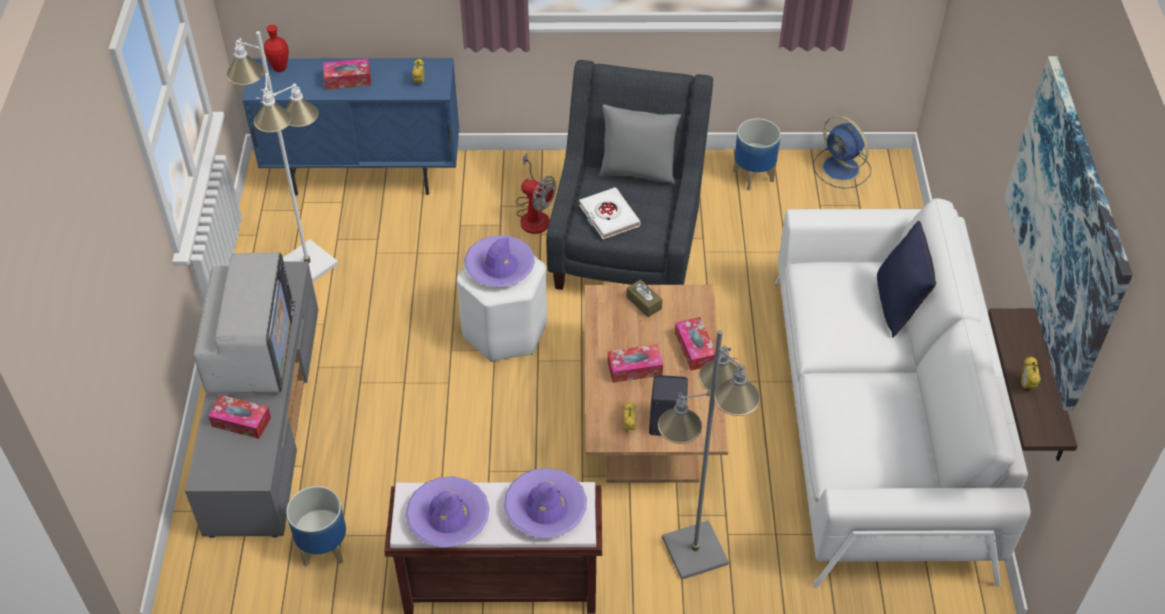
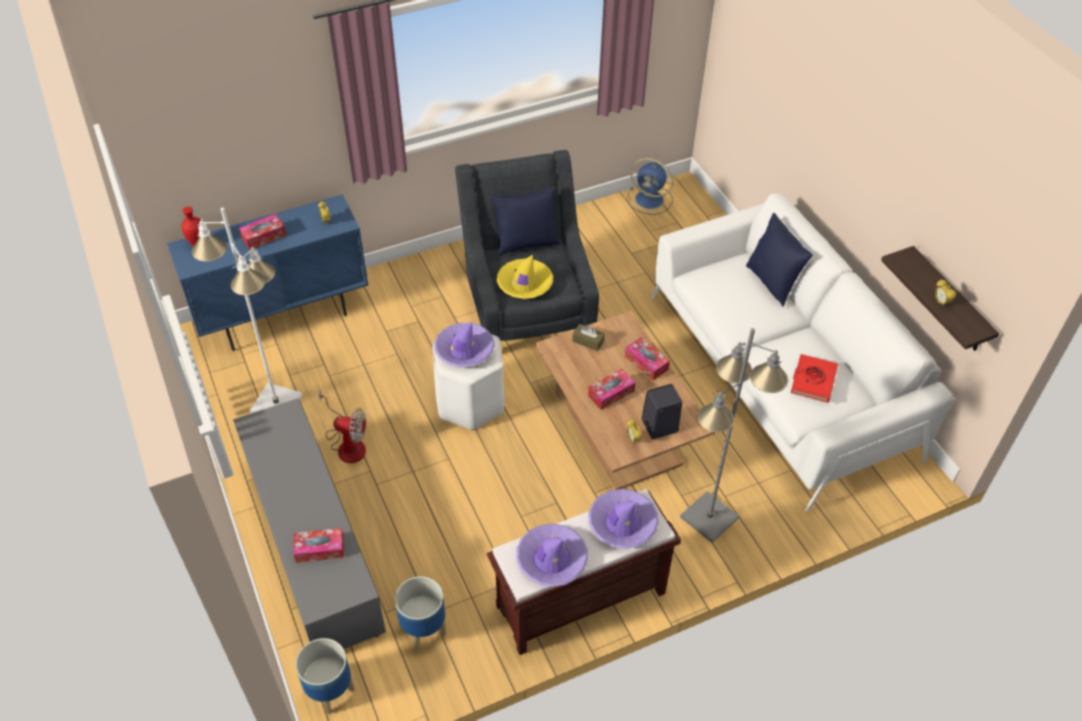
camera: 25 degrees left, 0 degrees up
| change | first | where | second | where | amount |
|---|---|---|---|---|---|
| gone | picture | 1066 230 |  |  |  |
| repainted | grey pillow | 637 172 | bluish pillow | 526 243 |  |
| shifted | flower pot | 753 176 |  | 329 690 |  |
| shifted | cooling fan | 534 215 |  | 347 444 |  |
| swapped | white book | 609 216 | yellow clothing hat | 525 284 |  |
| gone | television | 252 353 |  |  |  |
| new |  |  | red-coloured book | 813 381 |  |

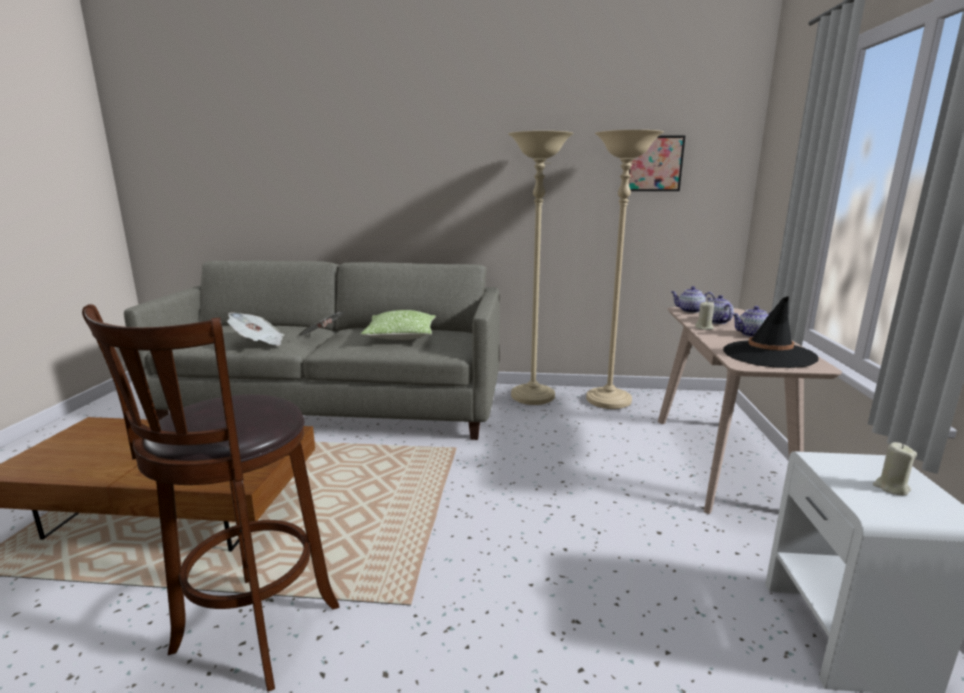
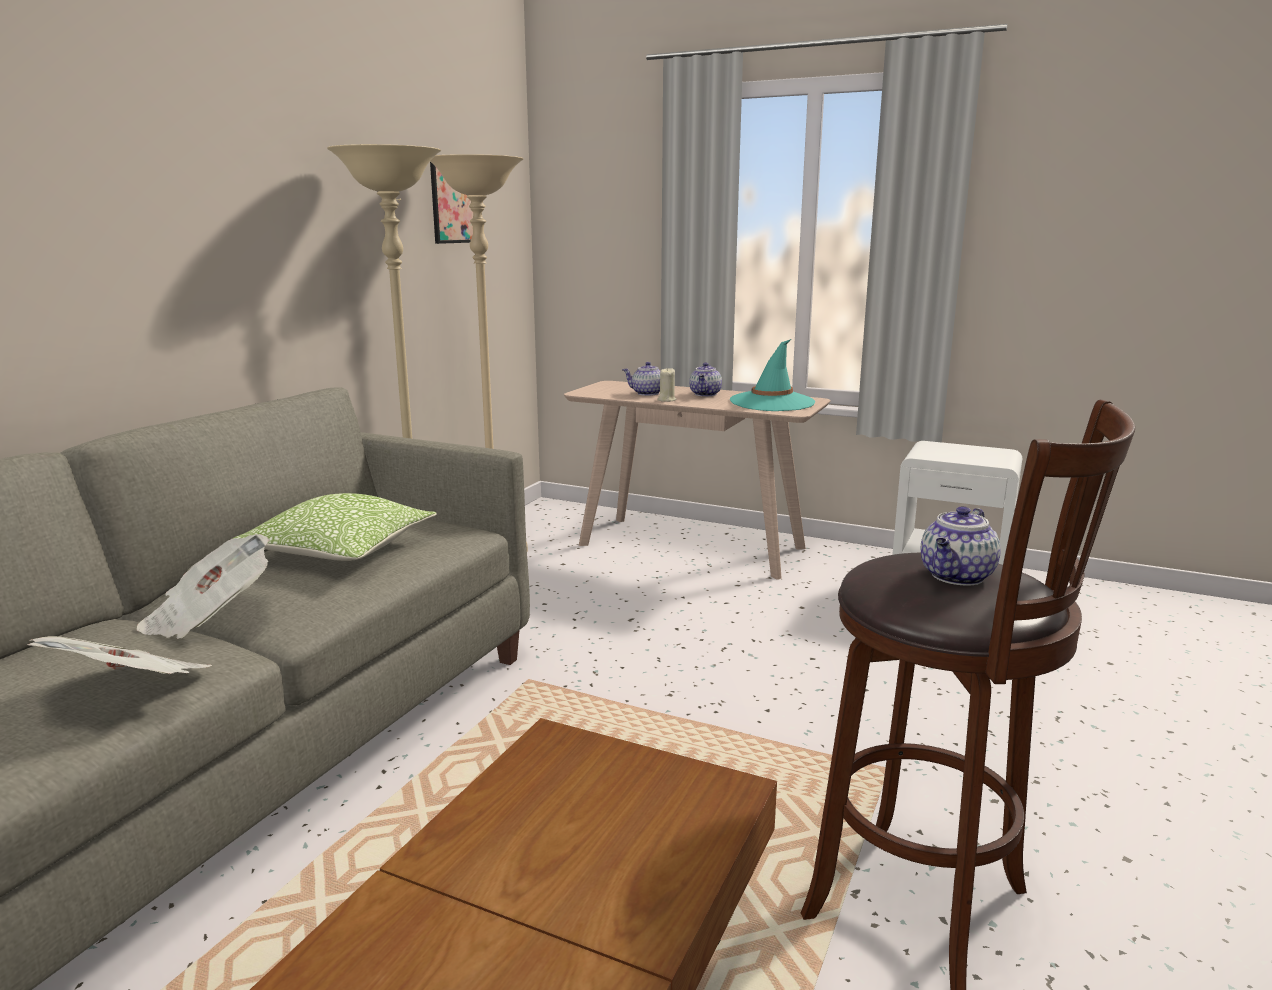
camera: 70 degrees left, 0 degrees up
| change | first | where | second | where | amount |
|---|---|---|---|---|---|
| shifted | teapot | 690 311 |  | 957 577 |  |
| repainted | black clothing hat | 768 355 | turquoise-coloured clothing hat | 772 402 |  |
| gone | sand-coloured candle | 891 488 |  |  |  |

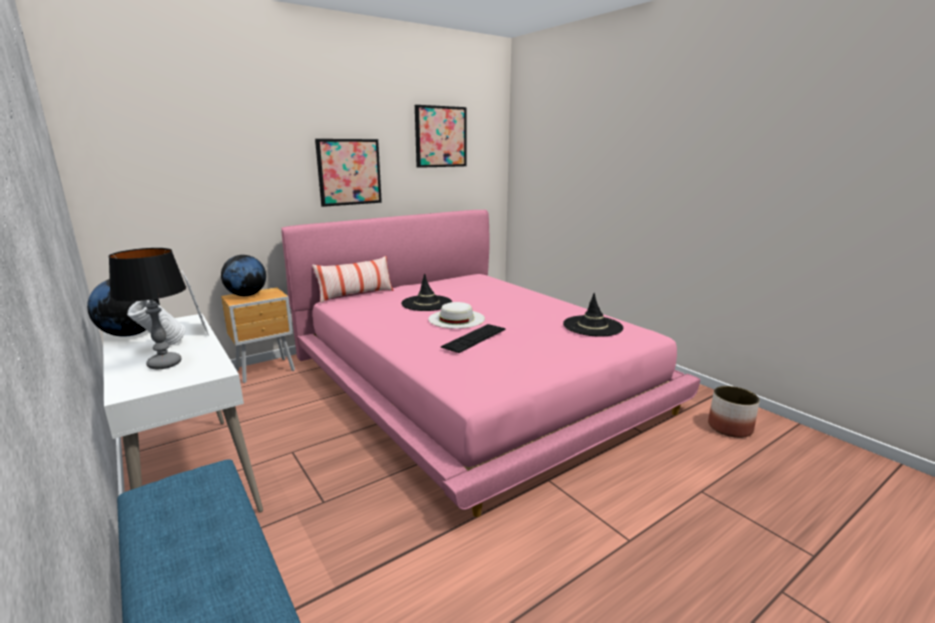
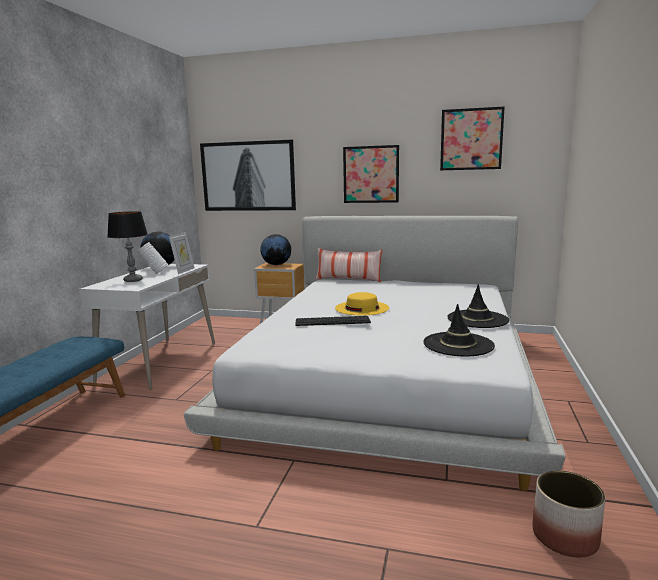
camera: 50 degrees right, 5 degrees down
| change | first | where | second | where | amount |
|---|---|---|---|---|---|
| repainted | pink bedroom bed | 471 380 | white bedroom bed | 388 377 |  |
| shifted | black clothing hat | 426 303 |  | 477 319 |  |
| repainted | white clothing hat | 456 319 | yellow clothing hat | 362 308 |  |
| new |  |  | picture | 248 176 |  |

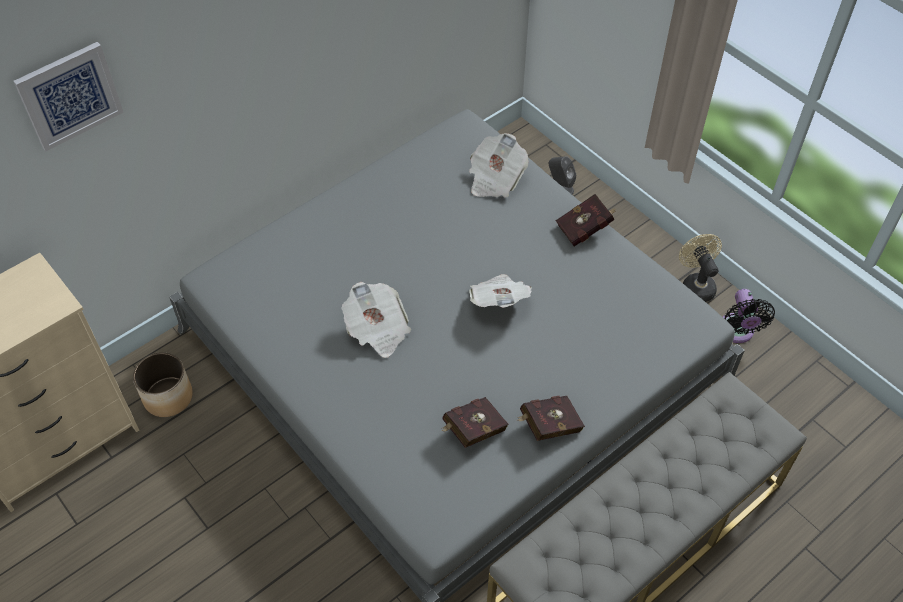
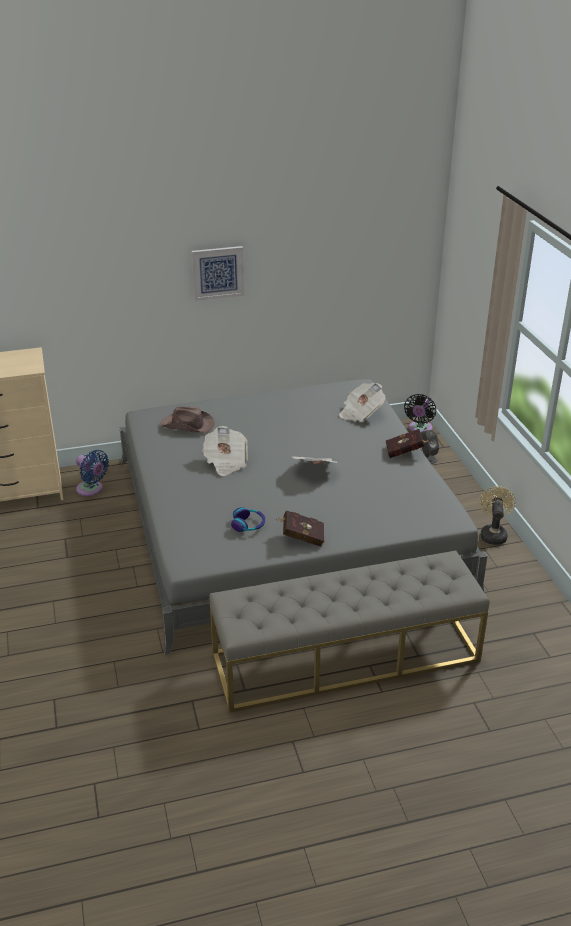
camera: 25 degrees right, 20 degrees down
| change | first | where | second | where | amount |
|---|---|---|---|---|---|
| shifted | picture | 69 95 |  | 217 272 |  |
| shifted | black cooling fan | 737 332 |  | 419 429 |  |
| swapped | flower pot | 168 397 | bluish cooling fan | 91 489 |  |
| swapped | red-coloured book | 472 430 | pair of headphones | 248 525 |  |
| new |  |  | brownish clothing hat | 188 425 |  |

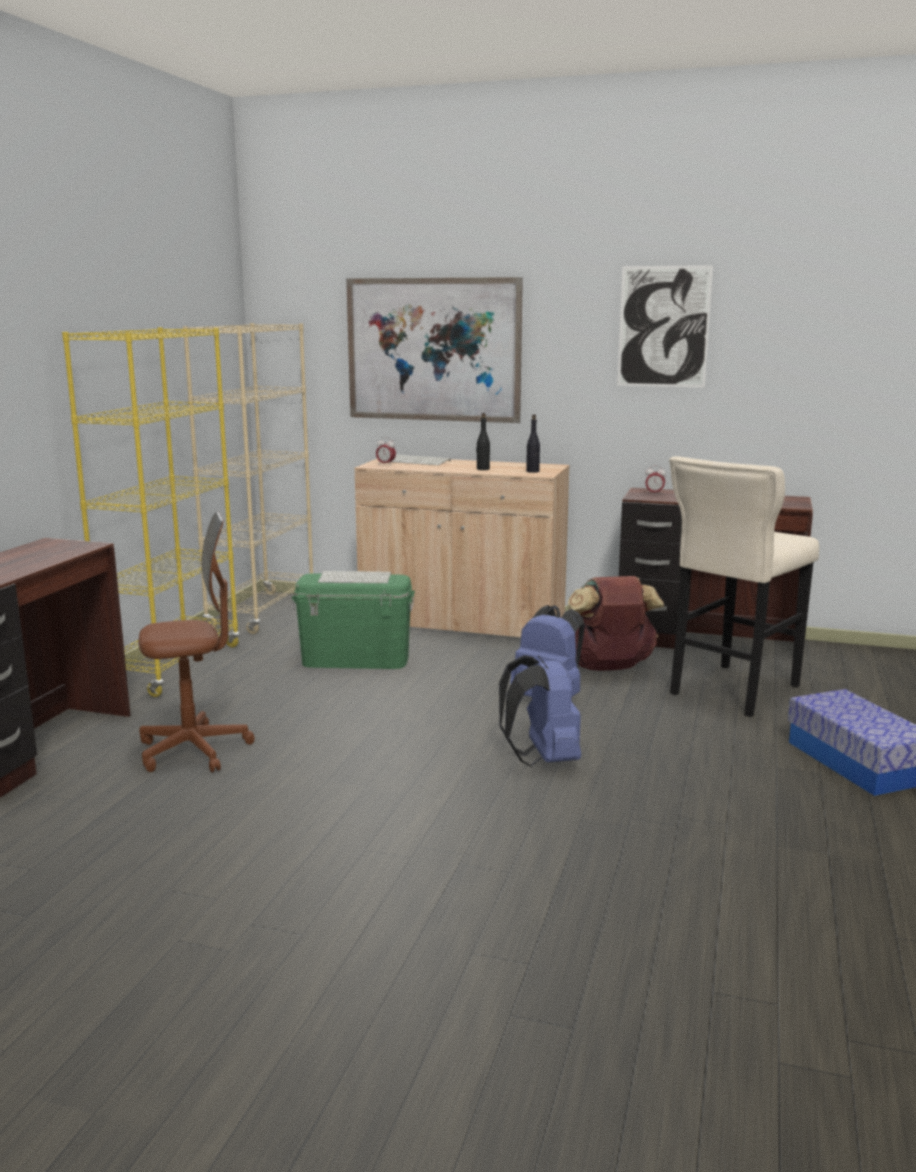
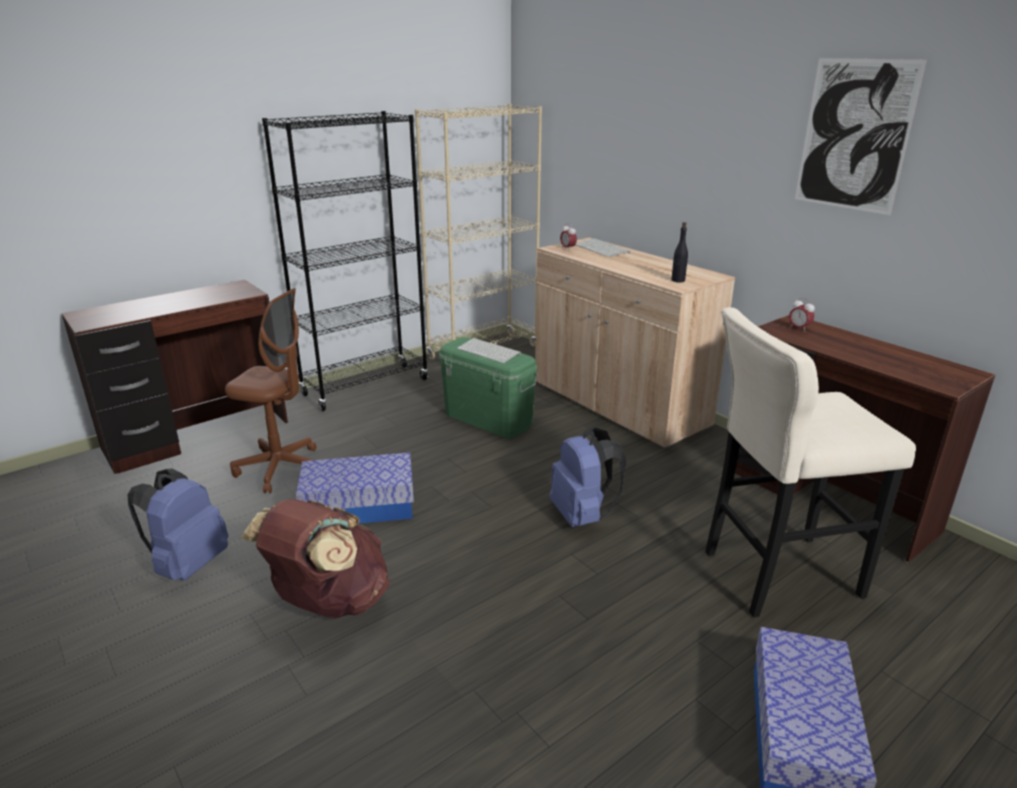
camera: 35 degrees right, 10 degrees up
| change | first | where | second | where | amount |
|---|---|---|---|---|---|
| gone | picture | 433 350 |  |  |  |
| repainted | yellow shelving unit | 173 667 | black shelving unit | 365 387 |  |
| gone | black bottle | 482 469 |  |  |  |
| shifted | brownish backpack | 606 668 |  | 328 603 |  |
| shifted | bluish backpack | 542 759 |  | 188 565 |  |
| new |  |  | storage bin | 359 507 |  |

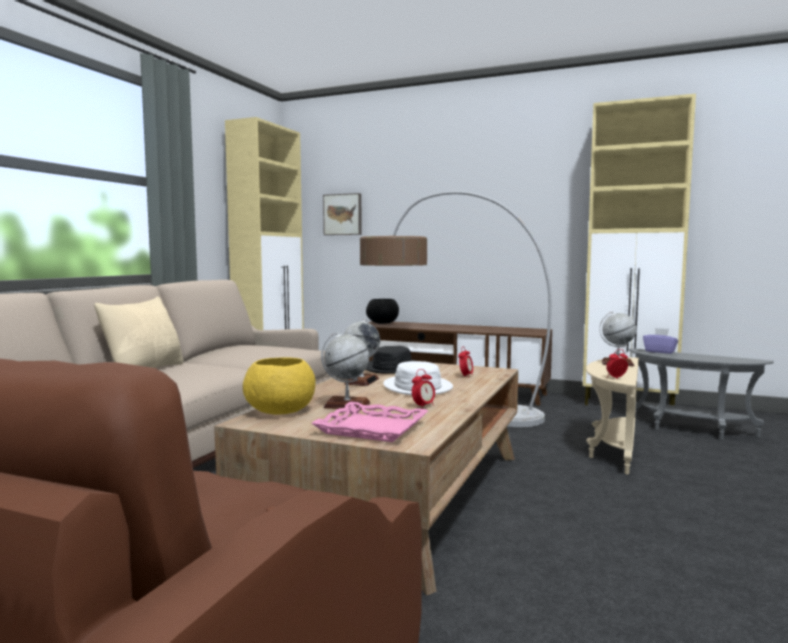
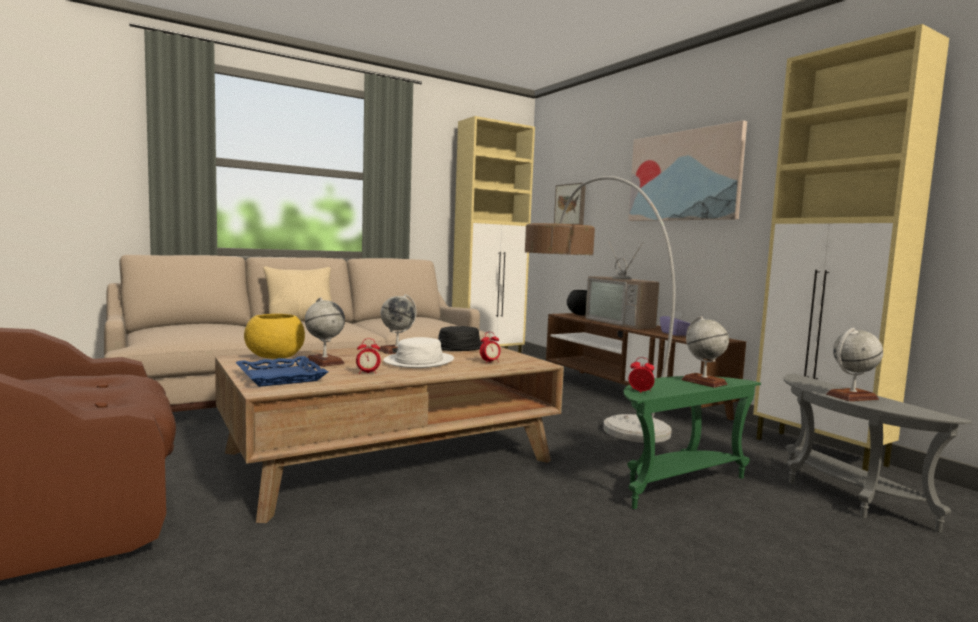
camera: 35 degrees right, 0 degrees up
| change | first | where | second | where | amount |
|---|---|---|---|---|---|
| shifted | purple-coloured tissue holder | 660 351 |  | 674 334 |  |
| repainted | sand-coloured side table | 612 449 | green-coloured side table | 676 484 |  |
| repainted | pink tray | 371 428 | bluish tray | 280 377 |  |
| new |  |  | picture | 684 176 |  |
| new |  |  | television | 623 323 |  |
| new |  |  | globe | 852 397 |  |

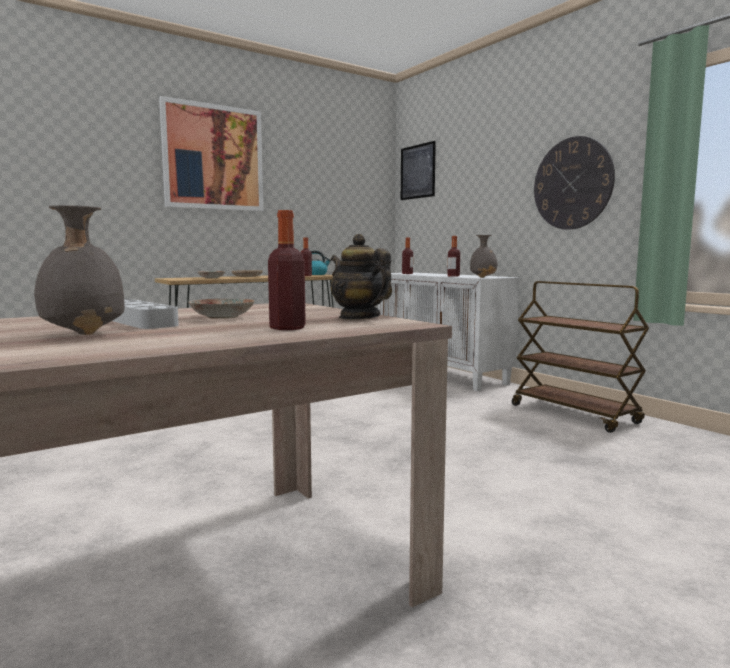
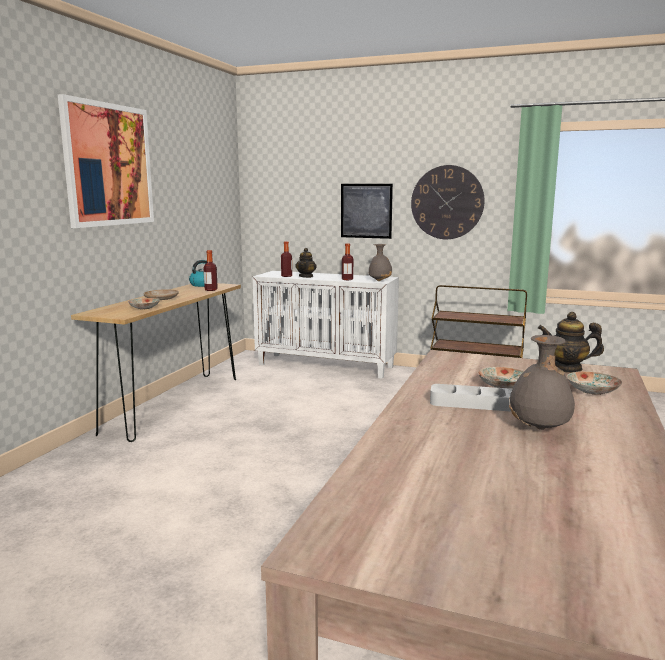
camera: 35 degrees left, 5 degrees up
| change | first | where | second | where | amount |
|---|---|---|---|---|---|
| shifted | picture | 417 171 |  | 366 211 |  |
| swapped | bottle | 287 328 | dinner plate | 592 391 |  |
| new |  |  | teapot | 306 276 |  |

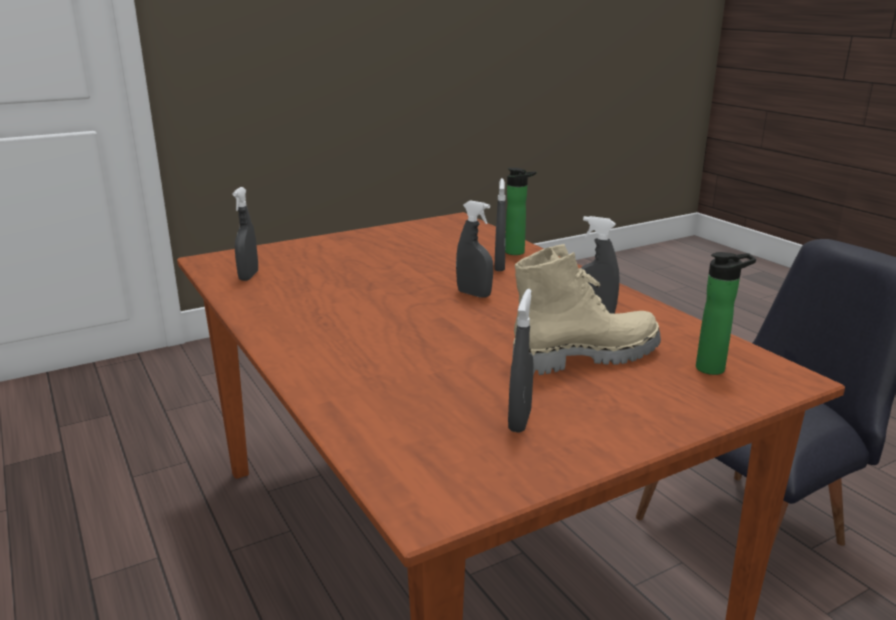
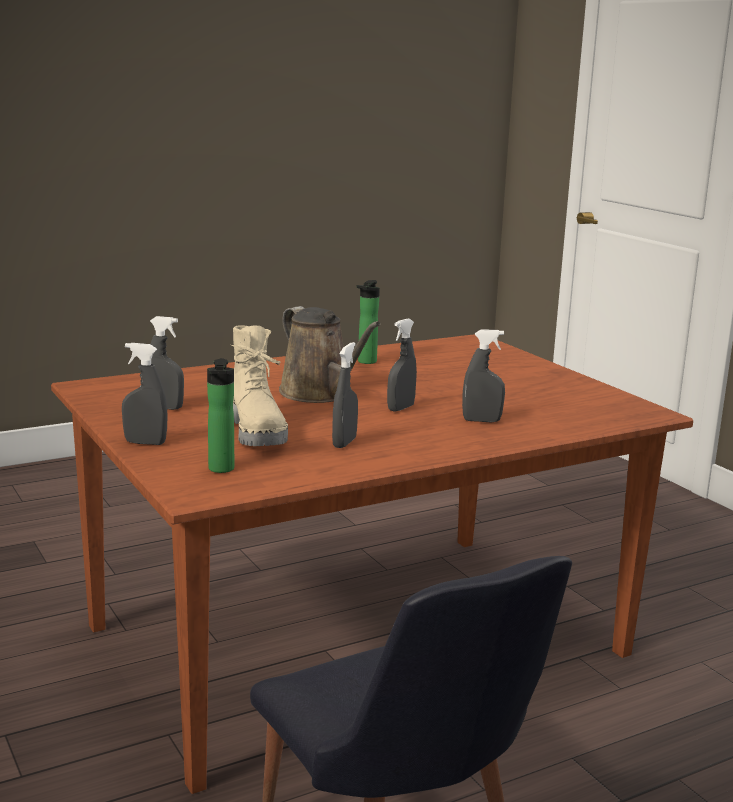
camera: 90 degrees right, 5 degrees down
| change | first | where | second | where | amount |
|---|---|---|---|---|---|
| shifted | bottle | 517 252 |  | 365 362 |  |
| shifted | grey sprayer | 248 276 |  | 145 443 |  |
| new |  |  | brownish watering can | 320 393 |  |

